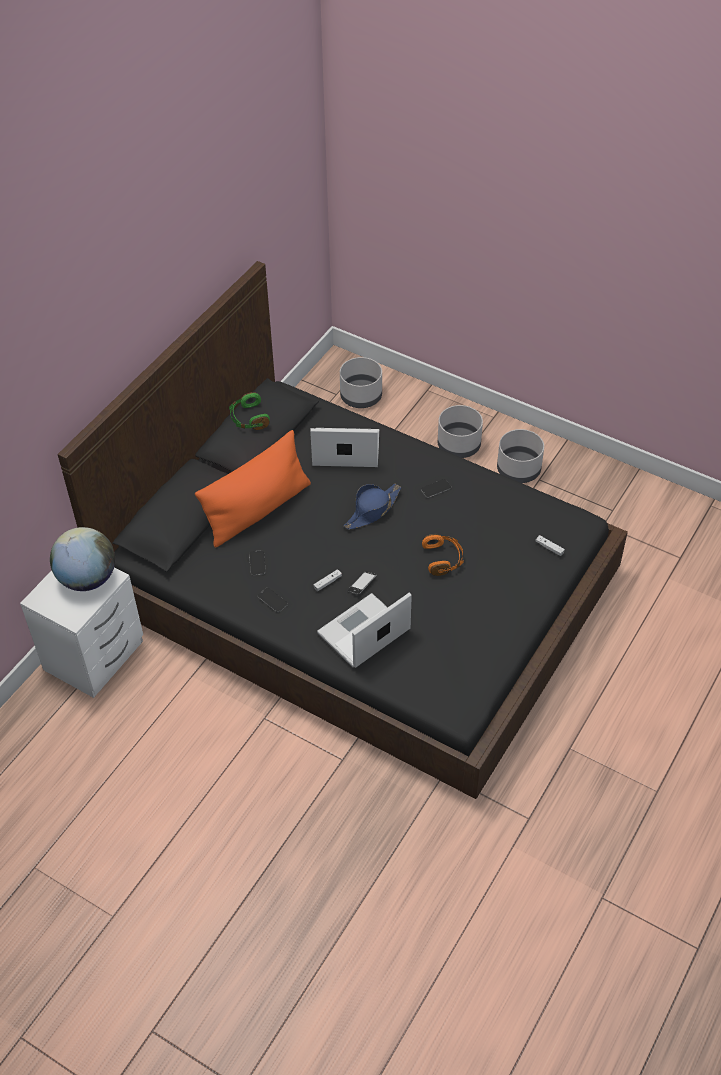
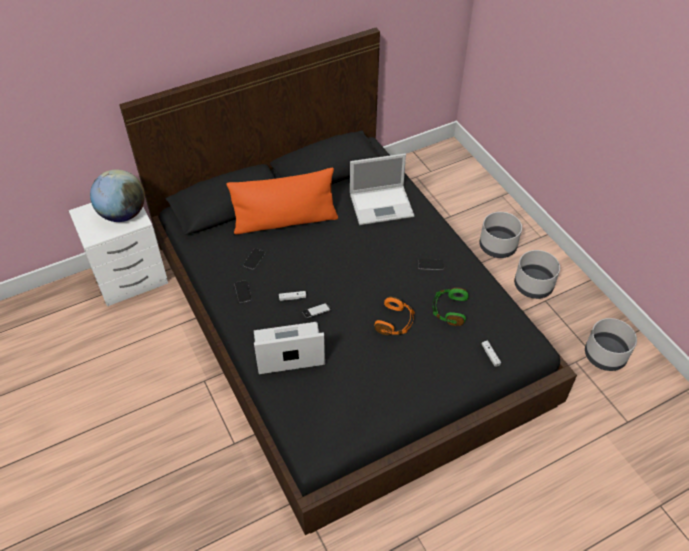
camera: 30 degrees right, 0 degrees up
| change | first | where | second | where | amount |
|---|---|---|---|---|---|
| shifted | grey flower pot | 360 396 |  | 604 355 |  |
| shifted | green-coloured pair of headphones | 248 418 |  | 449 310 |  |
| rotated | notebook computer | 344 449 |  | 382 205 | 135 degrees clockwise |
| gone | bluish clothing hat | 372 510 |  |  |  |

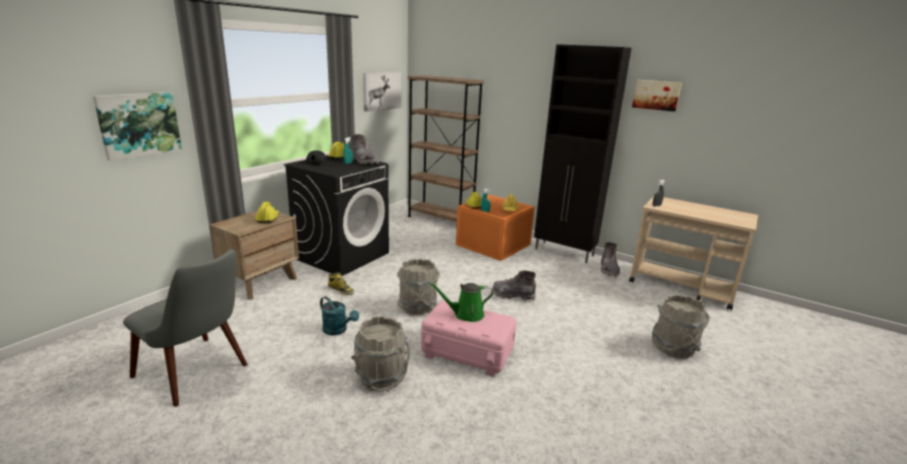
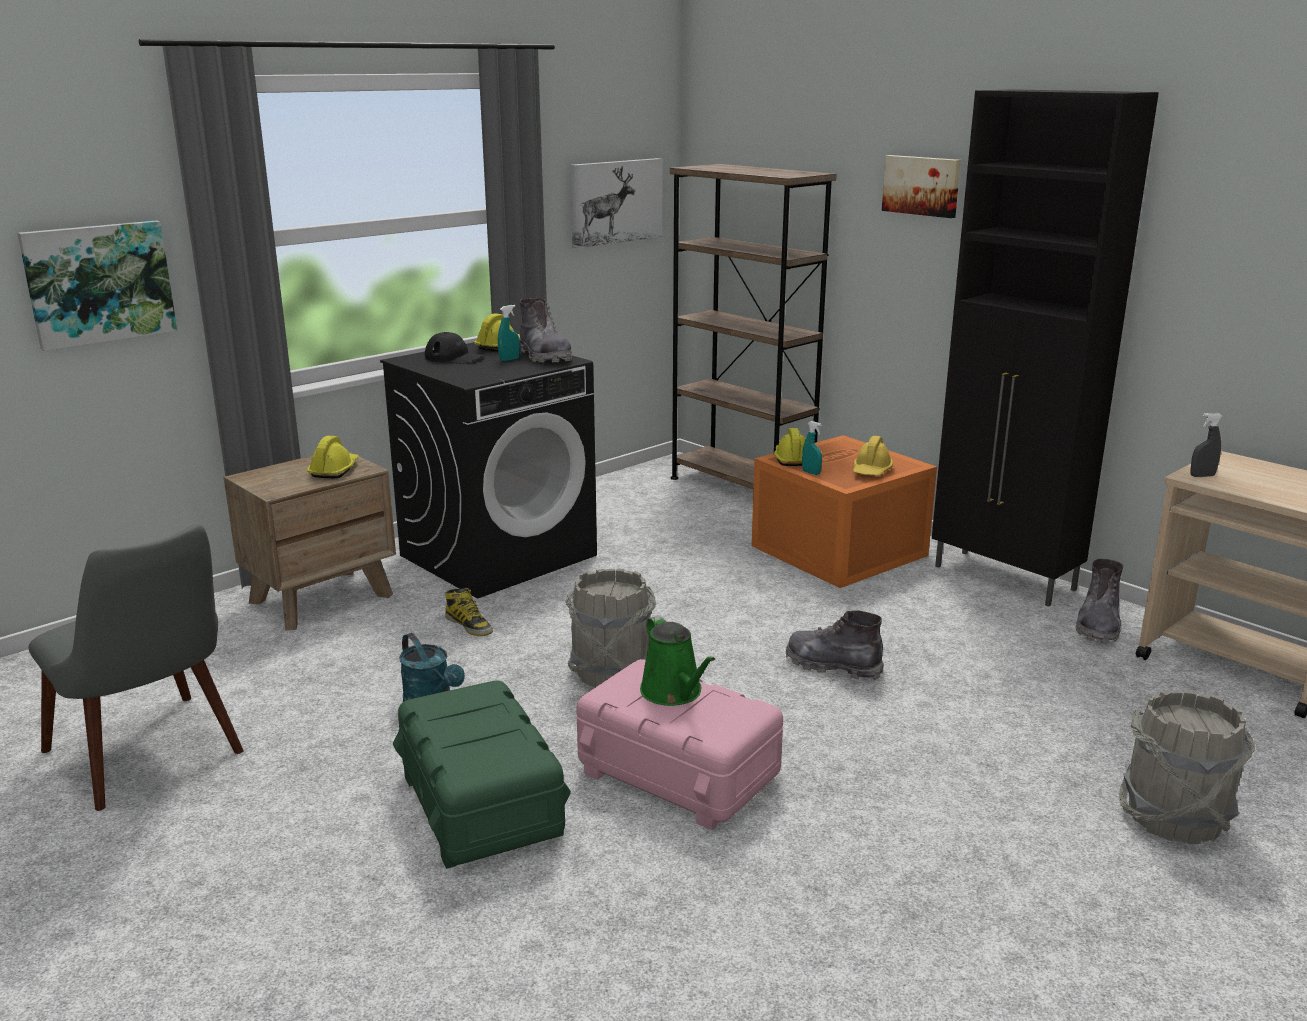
camera: 15 degrees right, 0 degrees up
| change | first | where | second | where | amount |
|---|---|---|---|---|---|
| shifted | picture | 656 95 |  | 922 185 |  |
| rotated | green-coloured watering can | 466 314 |  | 674 693 | 120 degrees counterclockwise |
| swapped | grey pail | 381 378 | green-coloured storage bin | 480 805 |  |

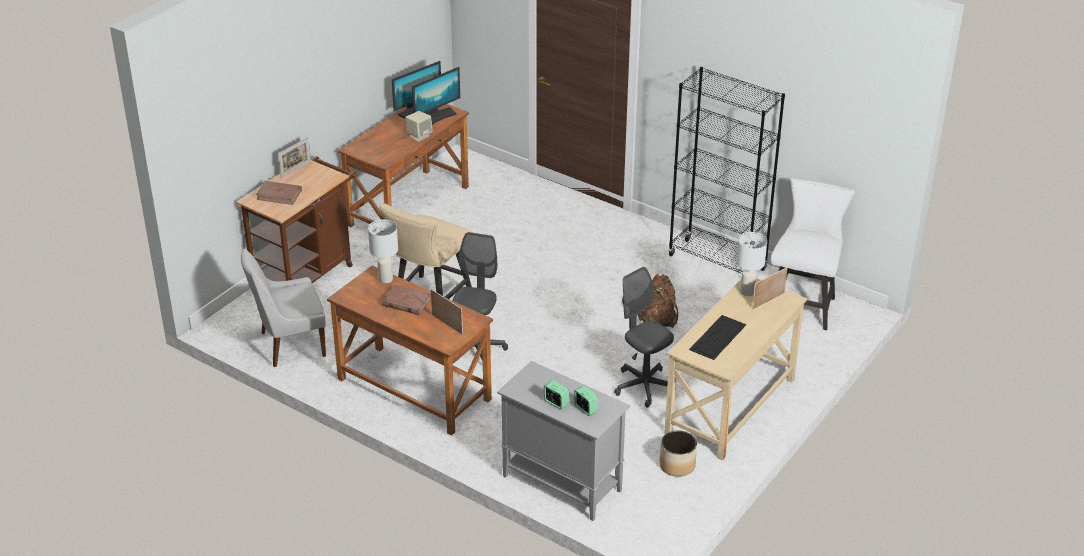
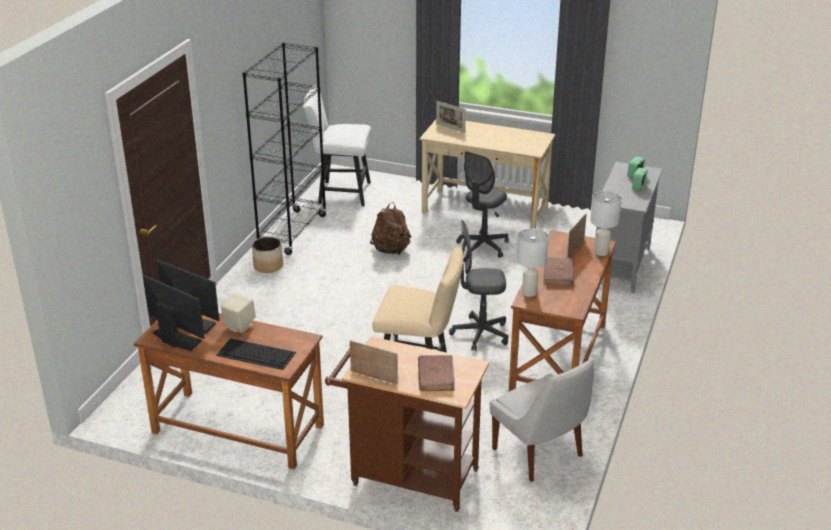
camera: 105 degrees left, 5 degrees down
| change | first | where | second | where | amount |
|---|---|---|---|---|---|
| shifted | white table lamp | 747 292 |  | 601 252 |  |
| shifted | computer keyboard | 717 337 |  | 257 354 |  |
| shifted | flower pot | 677 465 |  | 268 266 |  |

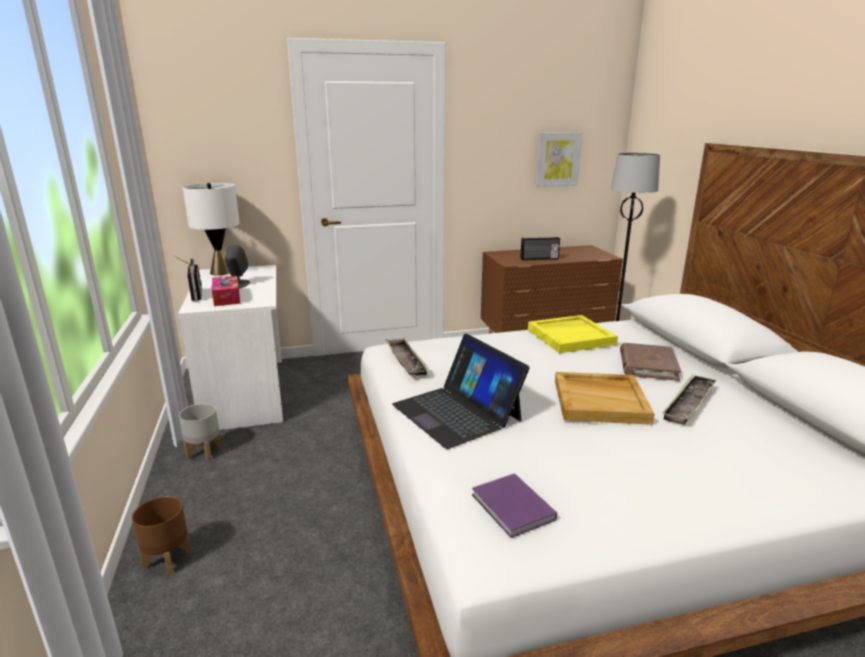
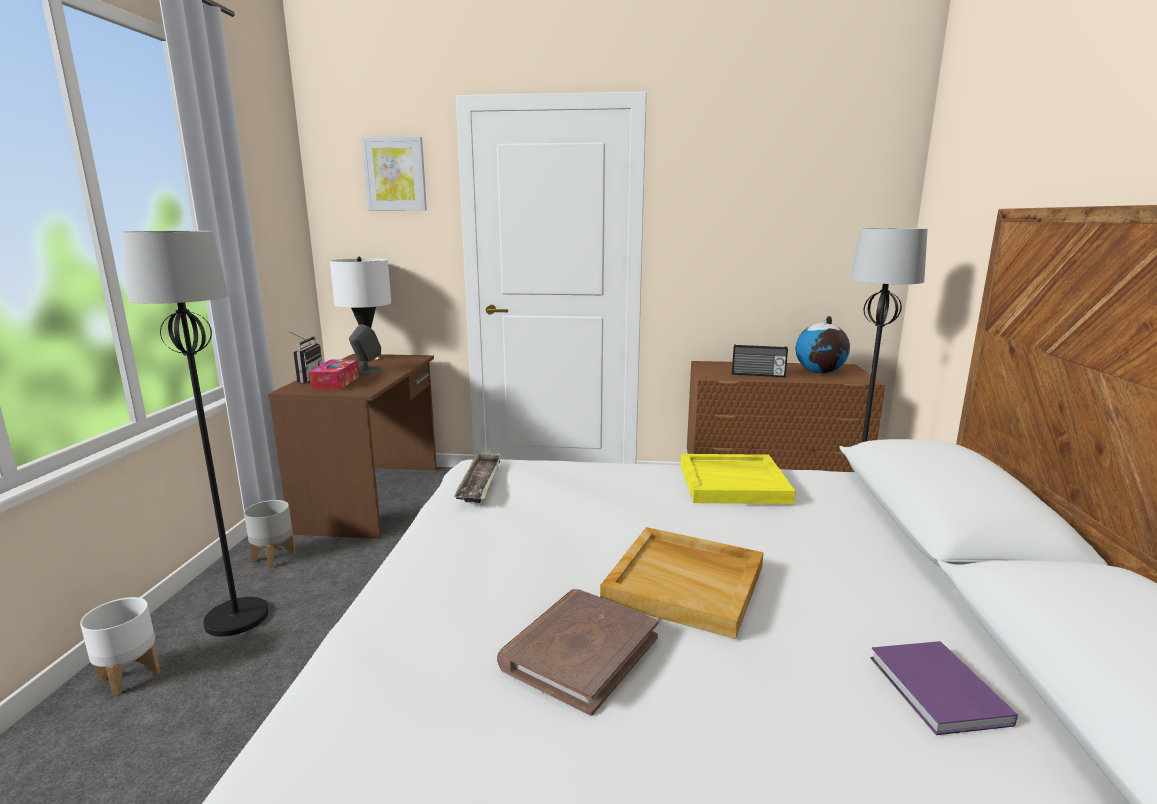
camera: 20 degrees right, 5 degrees down
| change | first | where | second | where | amount |
|---|---|---|---|---|---|
| shifted | picture | 557 159 |  | 395 174 |  |
| repainted | white desk unit | 247 392 | brownish desk unit | 373 497 |  |
| gone | notebook computer | 457 412 |  |  |  |
| shifted | brownish book | 647 365 |  | 580 652 |  |
| gone | tray | 689 403 |  |  |  |
| shifted | purple-coloured book | 513 508 |  | 937 692 |  |
| repainted | brownish flower pot | 167 560 | white flower pot | 129 675 |  |
| new |  |  | black standard lamp | 237 618 |  |
| new |  |  | globe | 820 372 |  |

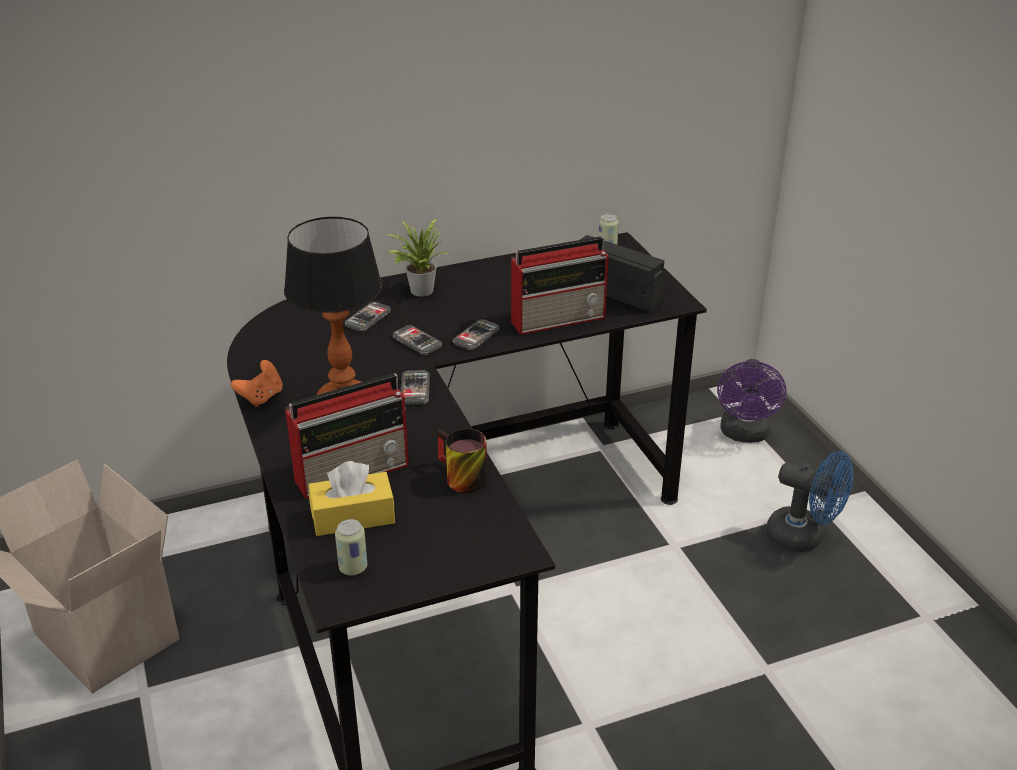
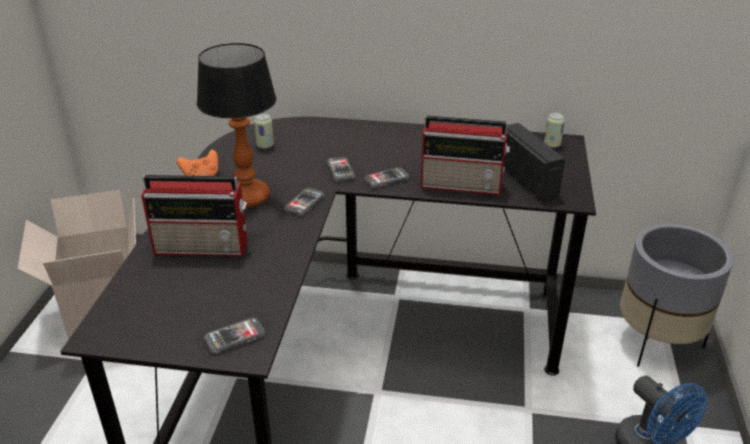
camera: 30 degrees right, 0 degrees up
| change | first | where | second | where | amount |
|---|---|---|---|---|---|
| gone | houseplant | 419 290 |  |  |  |
| shifted | telephone | 368 318 |  | 234 337 |  |
| swapped | purple-coloured cooling fan | 744 435 | grey flower pot | 657 342 |  |
| gone | tea mug | 458 478 |  |  |  |
| gone | yellow tissue holder | 353 516 |  |  |  |
| shifted | can | 353 567 |  | 265 145 |  |

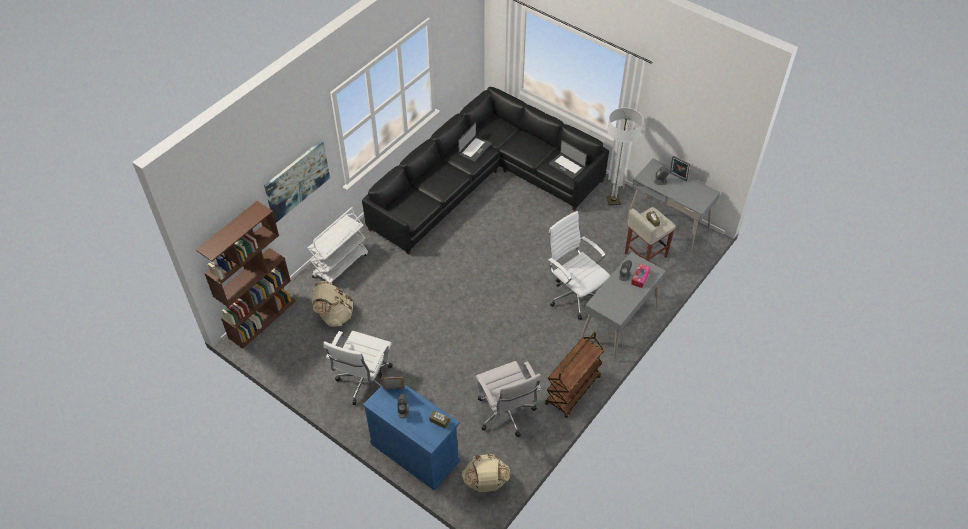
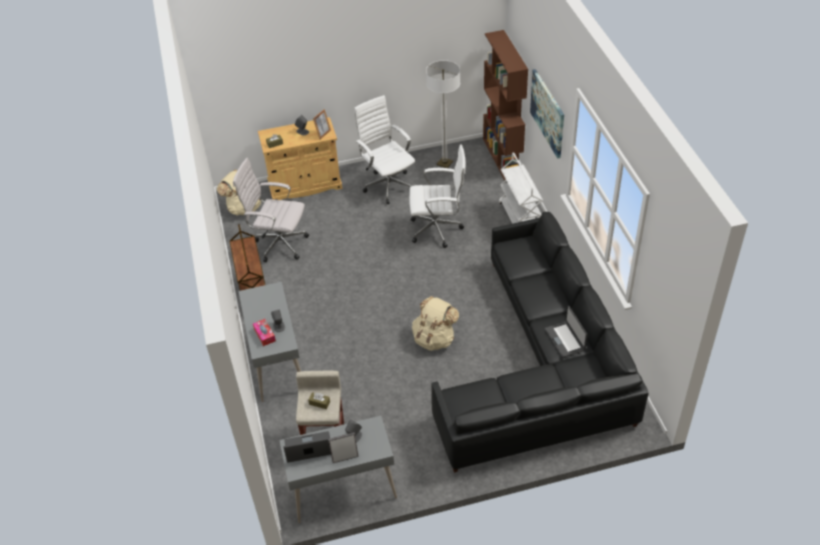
camera: 130 degrees right, 5 degrees down
| change | first | where | second | where | amount |
|---|---|---|---|---|---|
| shifted | standard lamp | 613 200 |  | 444 163 |  |
| shifted | notebook computer | 567 166 |  | 308 448 |  |
| shifted | white office chair | 574 295 |  | 438 230 |  |
| shifted | sand-coloured backpack | 334 315 |  | 434 338 |  |
| repainted | bluish cabinet | 415 452 | sand-coloured cabinet | 305 185 |  |

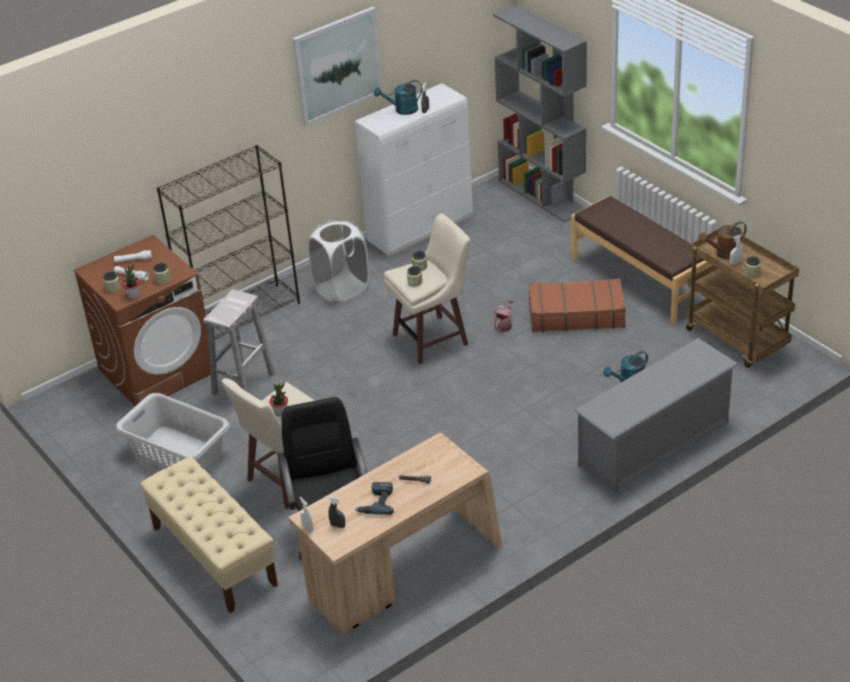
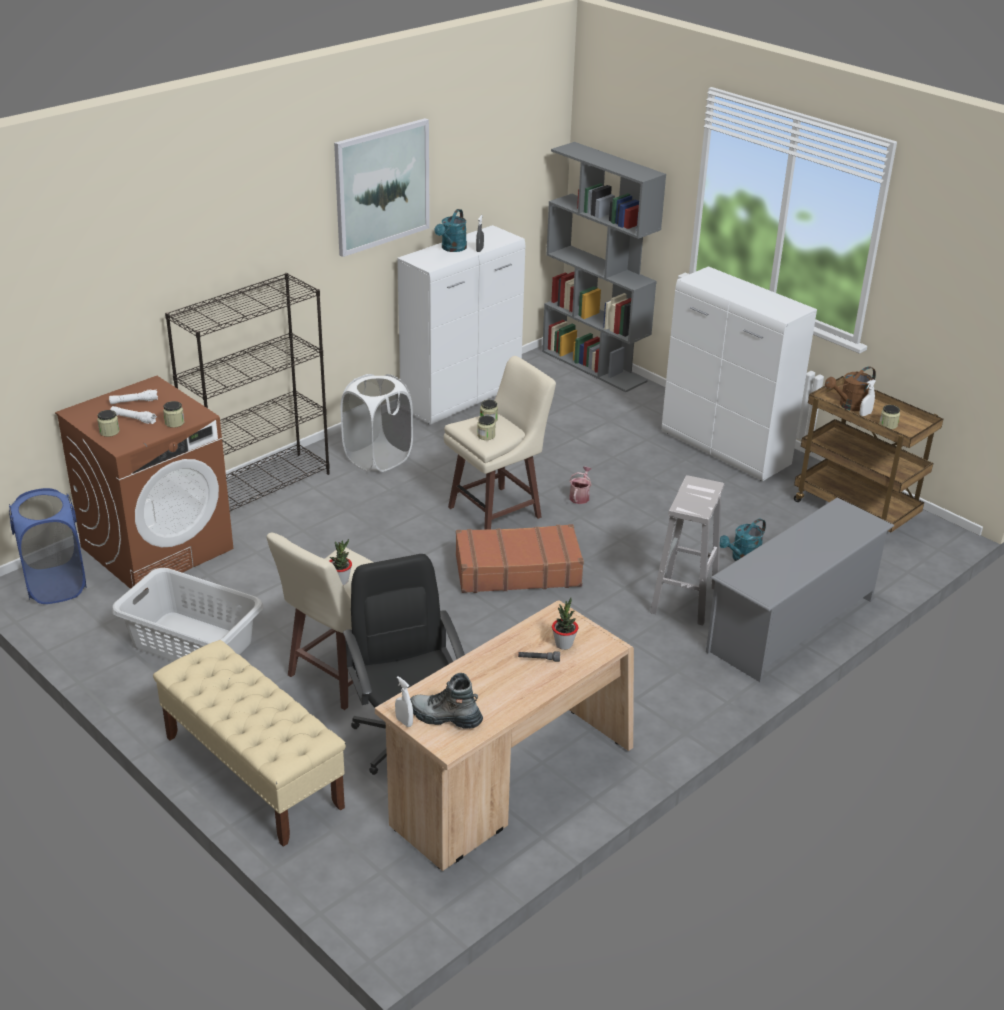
camera: 10 degrees left, 5 degrees down
| change | first | where | second | where | amount |
|---|---|---|---|---|---|
| rotated | turquoise-coloured watering can | 402 110 |  | 452 249 | 45 degrees counterclockwise |
| swapped | brownish indoor bench | 639 280 | white cabinet | 726 450 |  |
| shifted | houseplant | 133 295 |  | 564 644 |  |
| shifted | brownish travel case | 576 314 |  | 517 570 |  |
| shifted | white sitting stool | 243 384 |  | 684 600 |  |
| gone | electric drill | 376 502 |  |  |  |
| swapped | grey sprayer | 338 525 | high-top boot | 445 717 |  |
| new |  |  | bluish laundry basket | 55 585 |  |

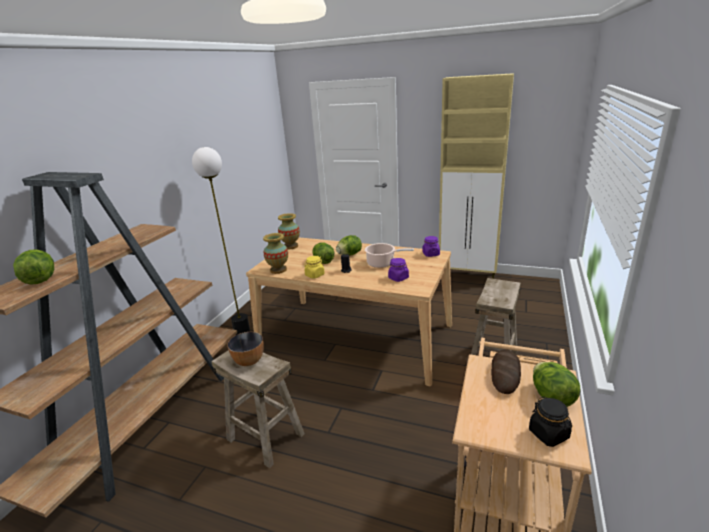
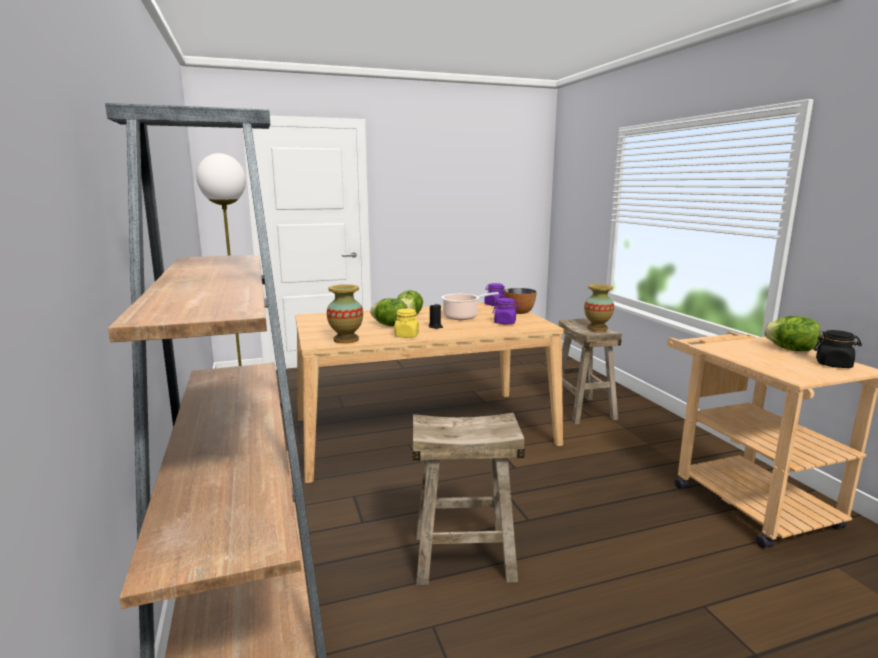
camera: 40 degrees left, 10 degrees down
| change | first | where | second | where | amount |
|---|---|---|---|---|---|
| gone | sand-coloured cabinet | 468 276 |  |  |  |
| shifted | flower vase | 290 246 |  | 597 328 |  |
| gone | head of lettuce | 40 280 |  |  |  |
| shifted | serving bowl | 249 361 |  | 519 312 |  |
| gone | bakery bread | 505 374 |  |  |  |

